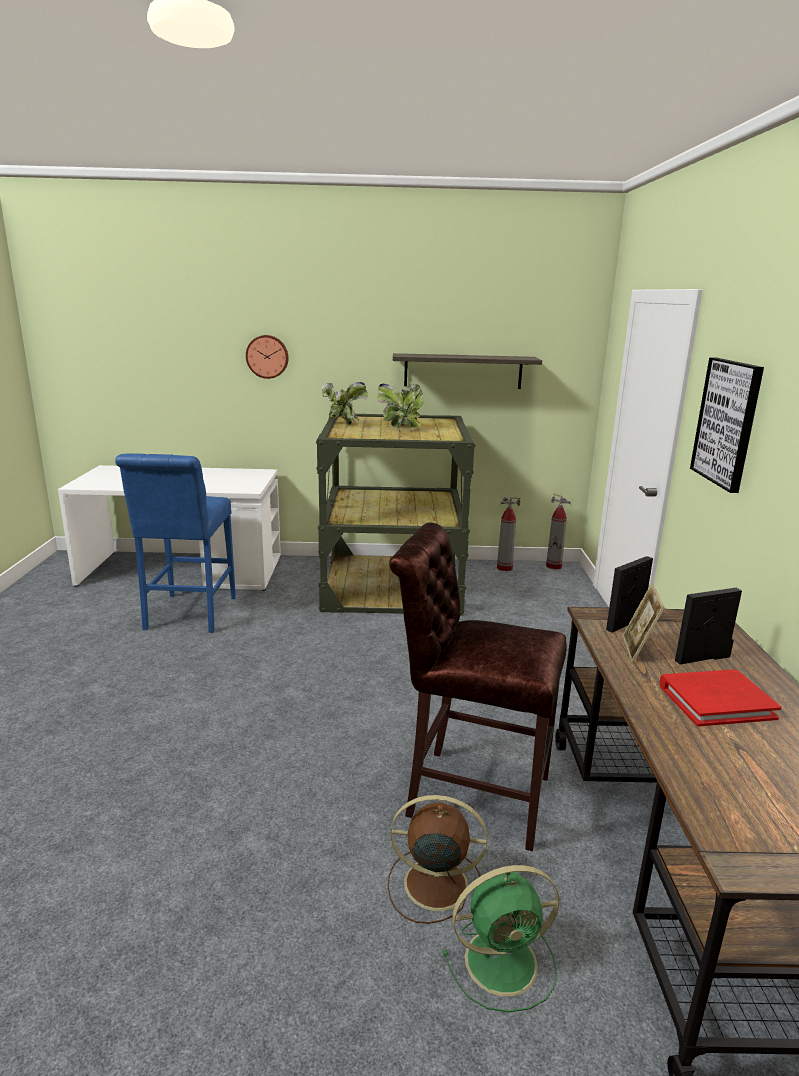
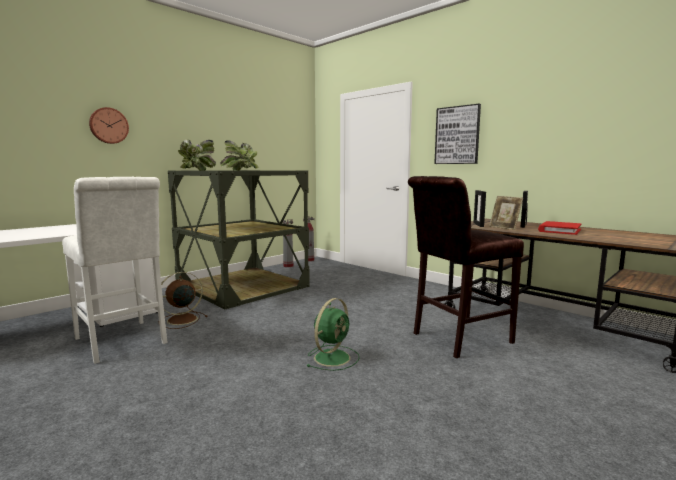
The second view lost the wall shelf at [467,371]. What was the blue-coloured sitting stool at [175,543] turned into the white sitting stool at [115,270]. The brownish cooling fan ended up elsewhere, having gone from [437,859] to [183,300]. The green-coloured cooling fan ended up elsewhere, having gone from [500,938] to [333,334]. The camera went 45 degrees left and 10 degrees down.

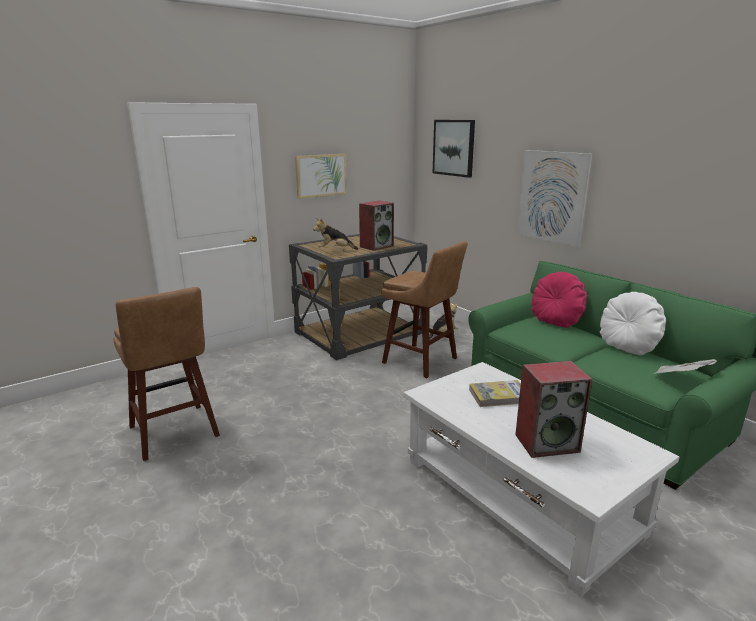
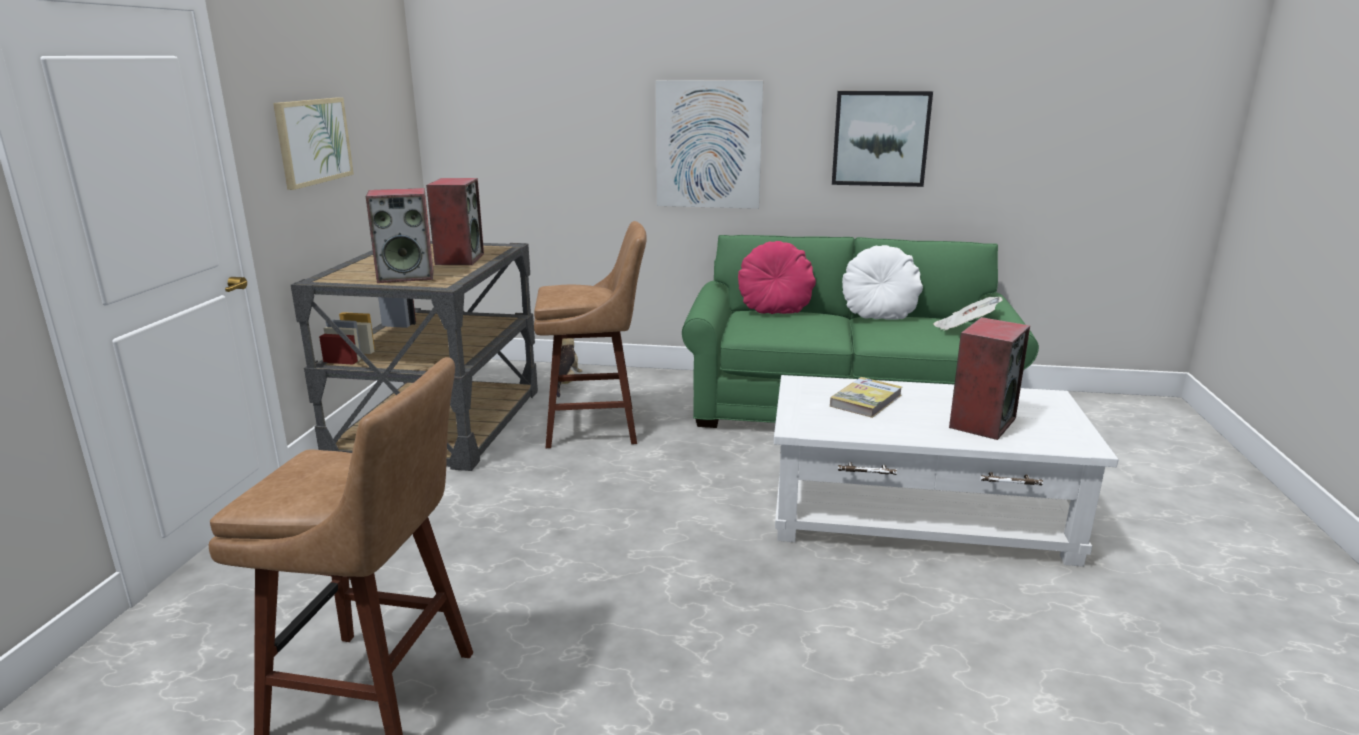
The wall picture ended up elsewhere, having gone from [454,149] to [882,139]. Where the cuddly toy stood at [335,234], the speaker came to stand at [399,235]. The camera went 45 degrees left and 0 degrees up.

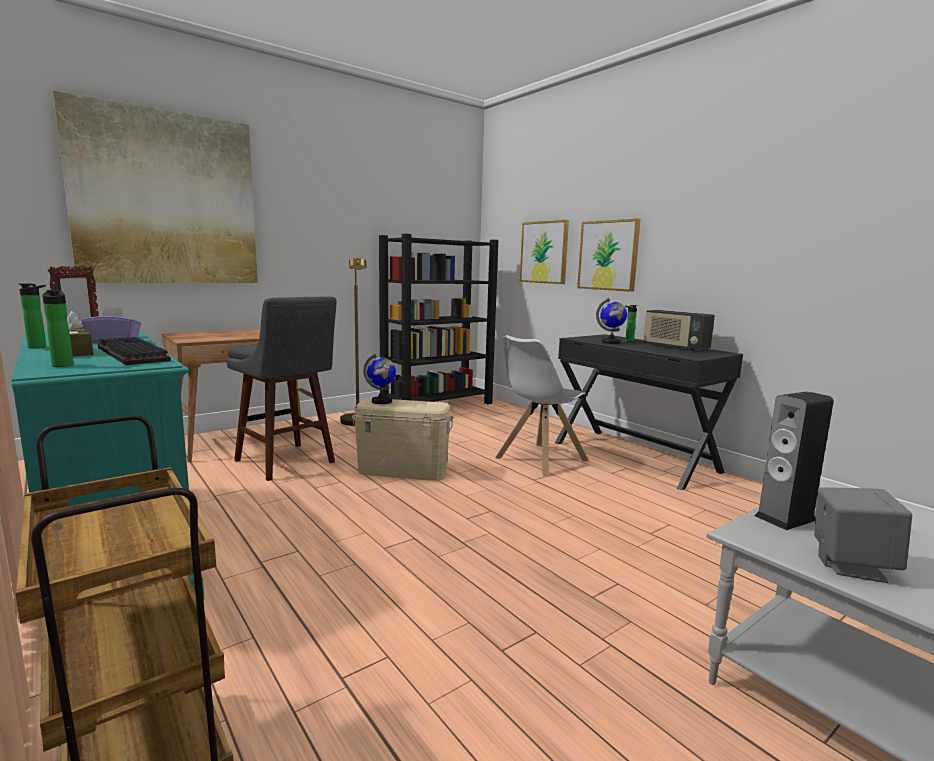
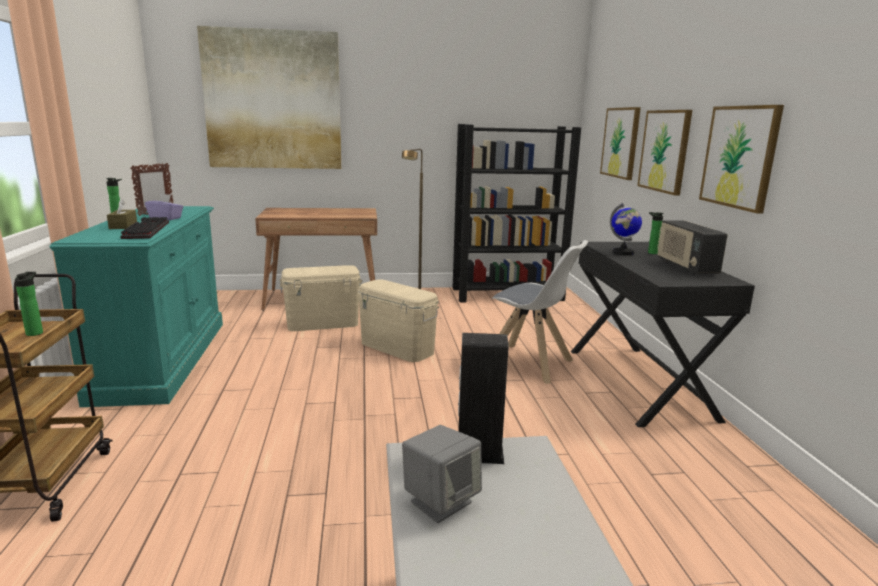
The bottle ended up elsewhere, having gone from [58,328] to [29,304]. Where the gray sitting stool stood at [281,388], the sand-coloured storage box came to stand at [321,298]. The plain chair at [542,406] ended up facing another way, 135 degrees counterclockwise from before. The second view lost the globe at [379,379]. The second view gained the wall picture at [741,159]. The camera went 30 degrees right and 5 degrees up.

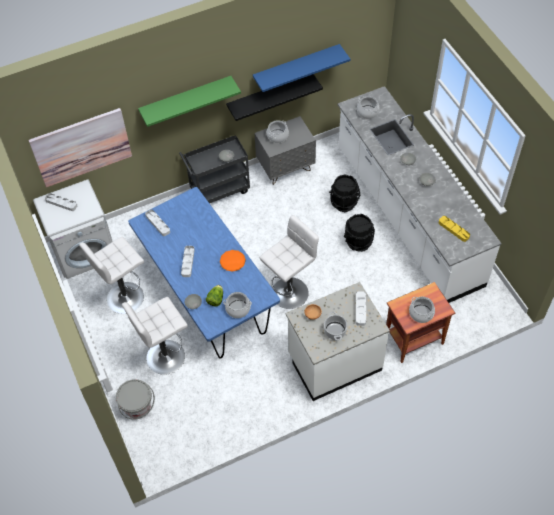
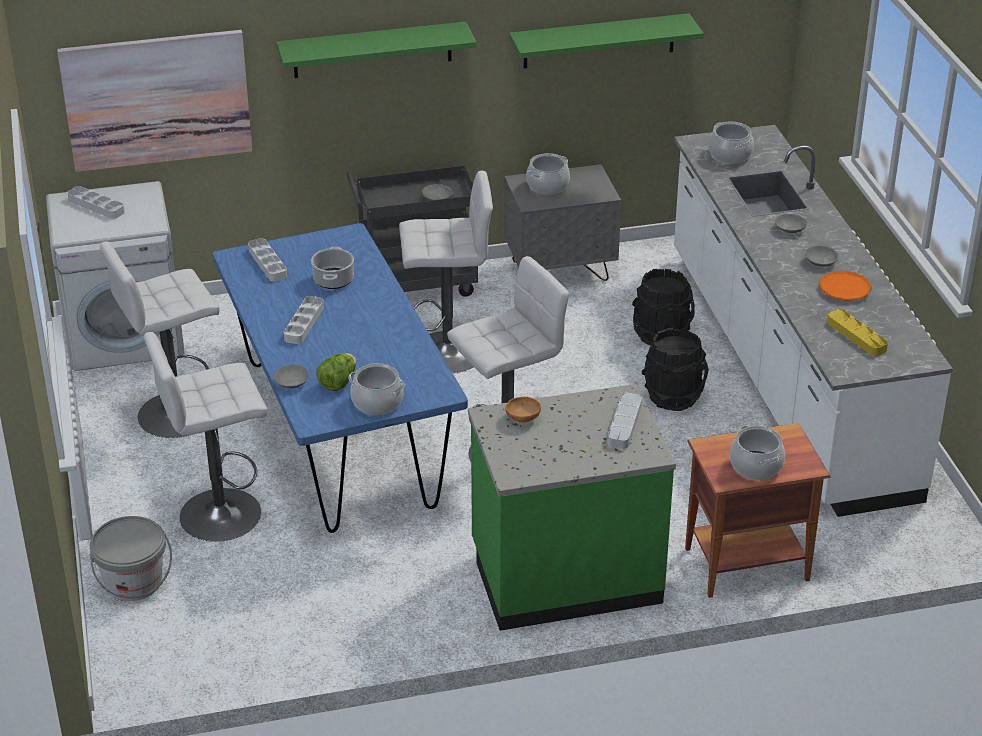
What was the blue-coloured wall shelf at [301,68] turned into the green-coloured wall shelf at [606,41]. The second view lost the blackish wall shelf at [274,97]. The orange flat dish ended up elsewhere, having gone from [233,260] to [845,286]. What was the white kitchen base unit at [338,341] turned into the green-coloured kitchen base unit at [572,507]. The saucepot ended up elsewhere, having gone from [335,326] to [332,267]. The second view gained the white sitting stool at [446,272]. The camera went 10 degrees right and 20 degrees down.

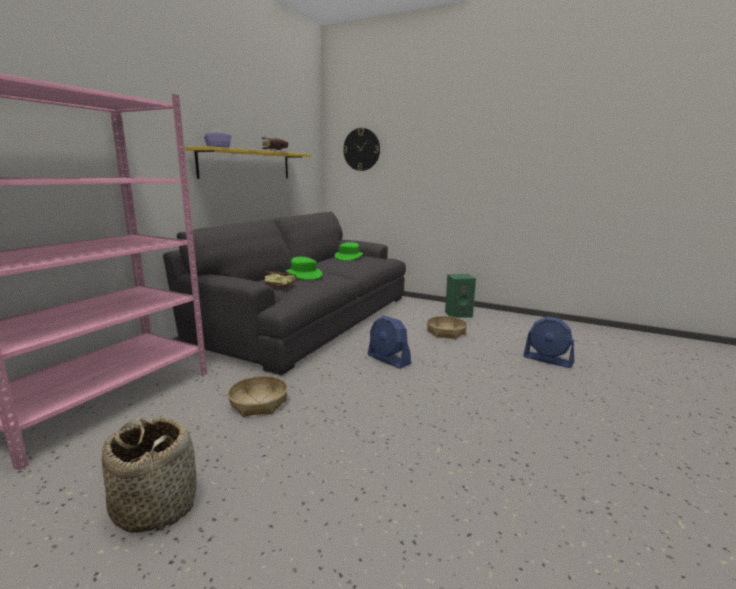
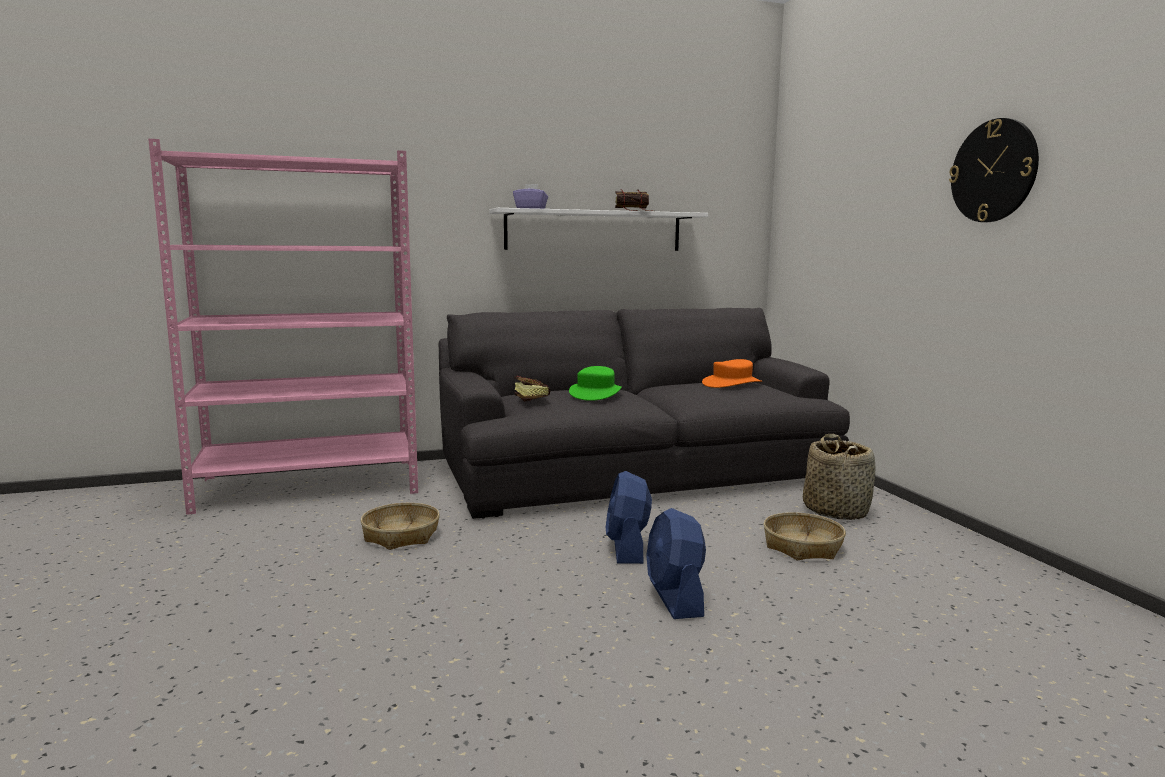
The hanging clock ended up elsewhere, having gone from [361,149] to [994,170]. What was the yellow wall shelf at [248,162] turned into the white wall shelf at [598,229]. What was the green-coloured clothing hat at [349,251] turned into the orange clothing hat at [732,373]. The second view lost the green-coloured speaker at [460,296]. The blue-coloured cooling fan ended up elsewhere, having gone from [548,342] to [676,563]. The storage basket ended up elsewhere, having gone from [149,475] to [839,477]. The camera went 45 degrees right and 5 degrees down.

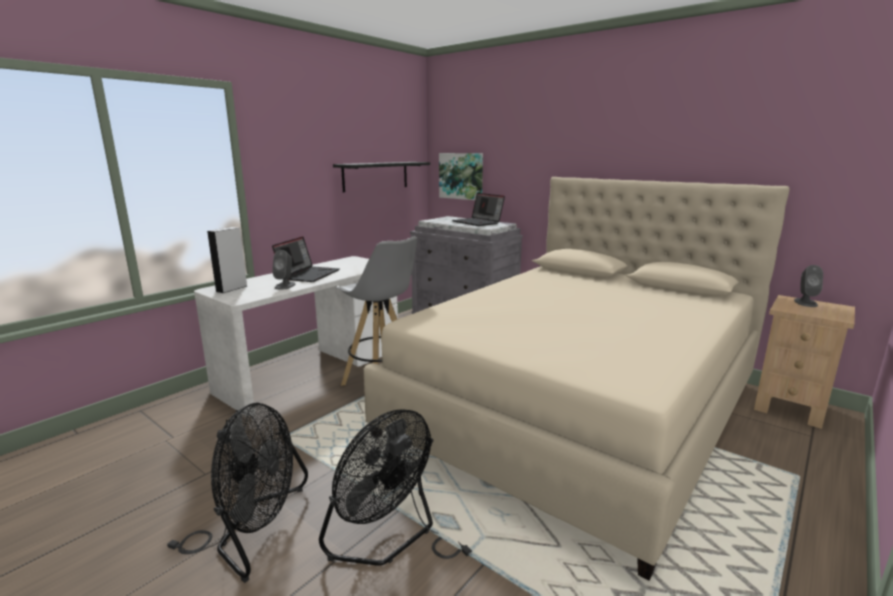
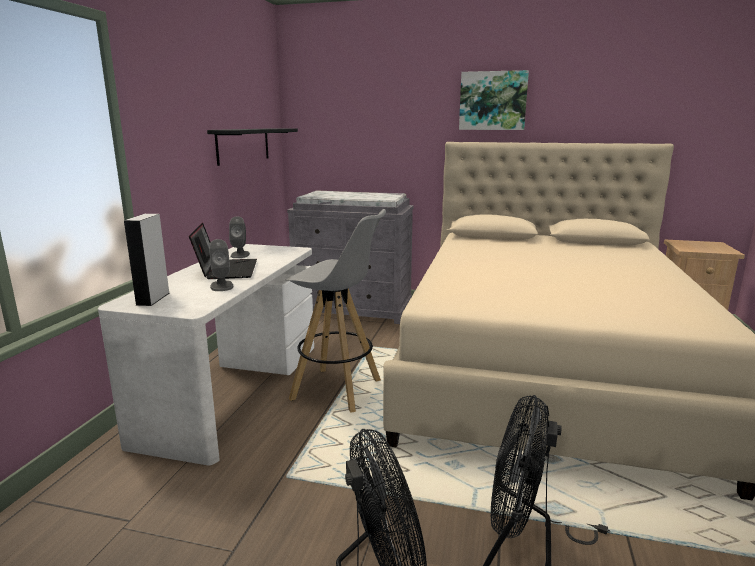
The wall picture ended up elsewhere, having gone from [461,176] to [494,100]. The second view lost the portable computer at [478,209]. The gray speaker ended up elsewhere, having gone from [808,286] to [239,237]. The camera went 25 degrees left and 0 degrees up.

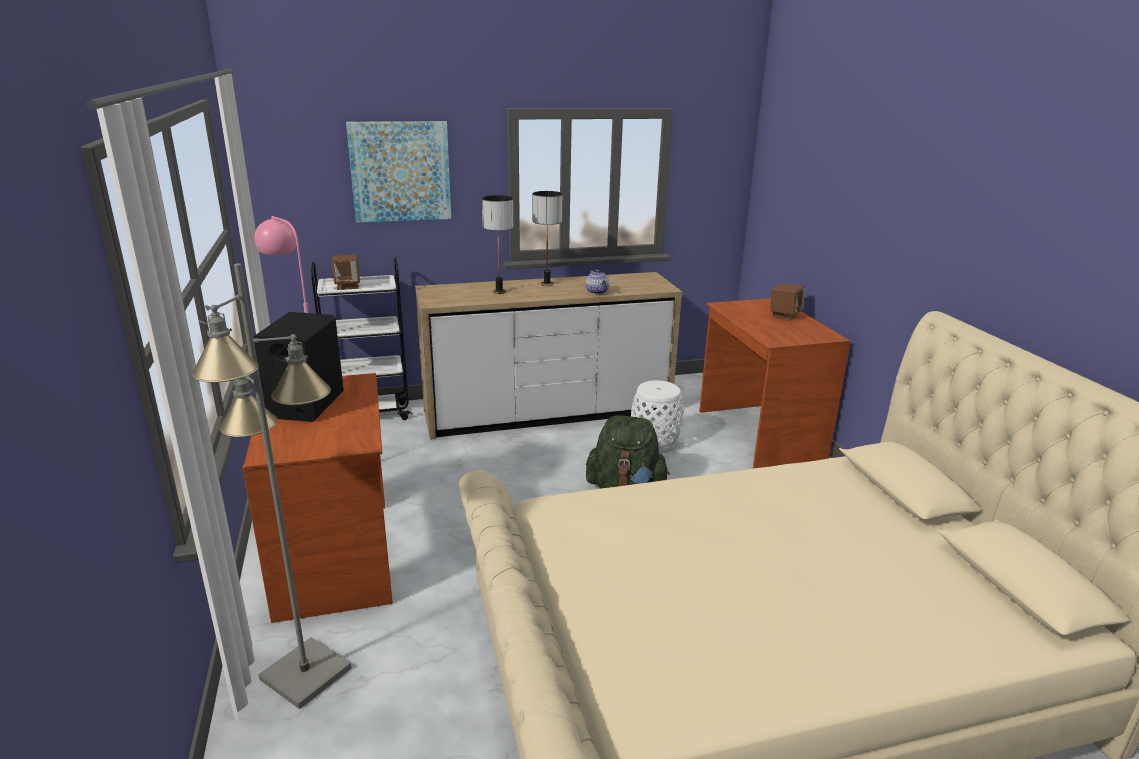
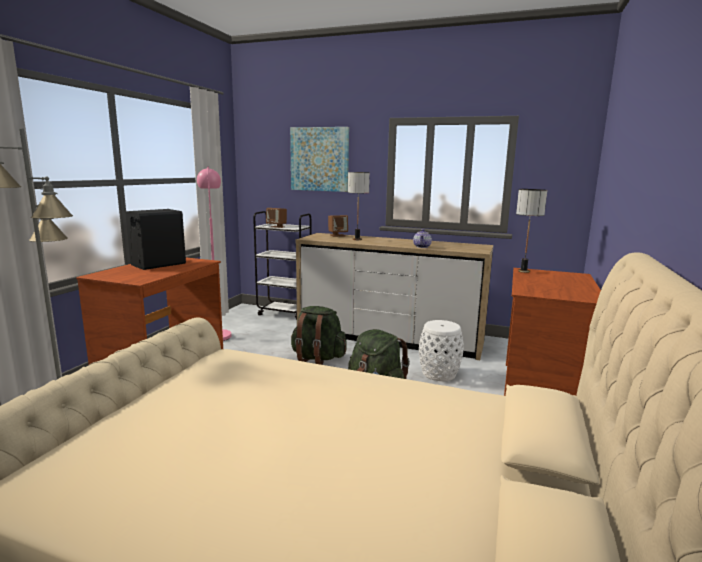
The tabletop lamp ended up elsewhere, having gone from [548,238] to [531,231]. The brownish speaker ended up elsewhere, having gone from [787,302] to [338,226]. The second view gained the green-coloured backpack at [319,335]. The camera went 35 degrees right and 10 degrees down.

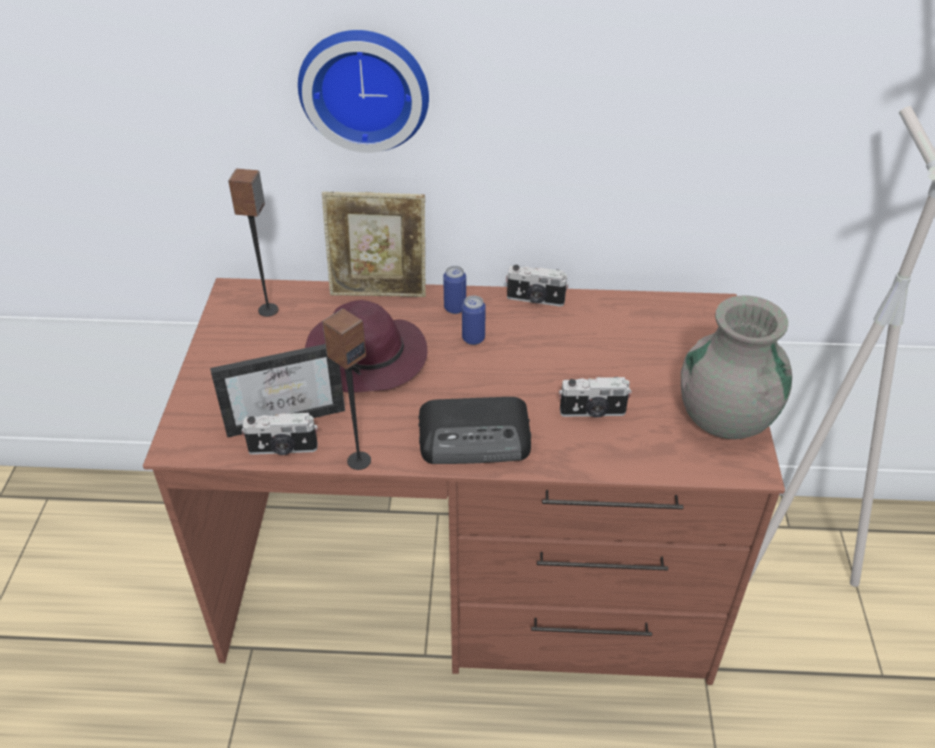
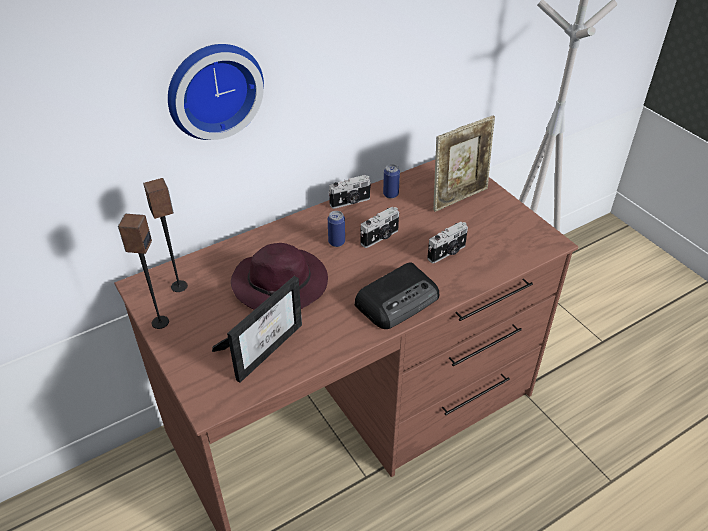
The picture frame ended up elsewhere, having gone from [374,244] to [464,164]. The metal can ended up elsewhere, having gone from [454,290] to [391,181]. The second view lost the gray flower vase at [736,367]. The speaker ended up elsewhere, having gone from [346,389] to [143,271]. The photo camera ended up elsewhere, having gone from [280,433] to [379,227]. The camera went 35 degrees left and 0 degrees up.

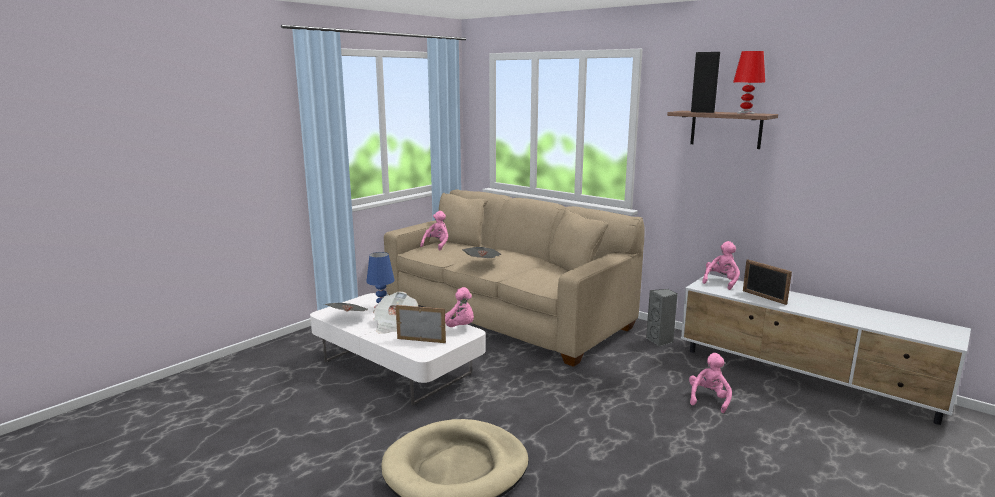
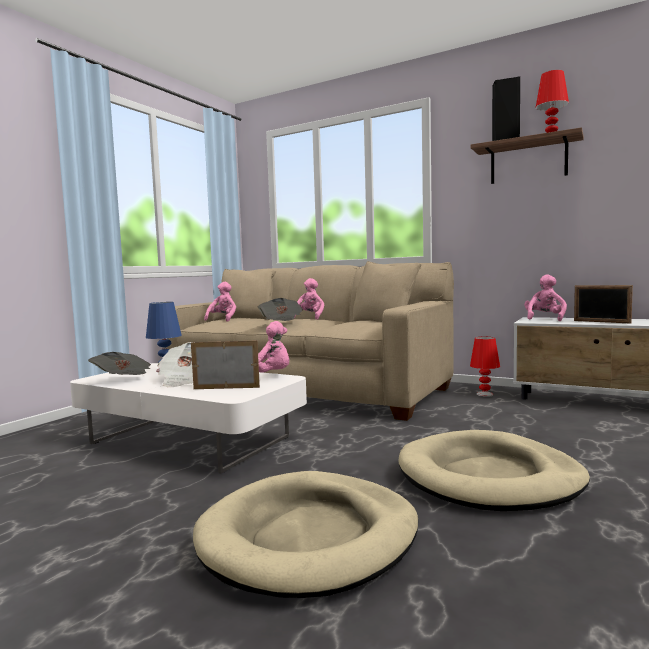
Where the gray speaker stood at [662,318], the red tabletop lamp came to stand at [485,367]. The pink cuddly toy ended up elsewhere, having gone from [710,383] to [309,299]. The second view gained the sand-coloured dog bed at [494,470]. The camera went 10 degrees left and 10 degrees down.

